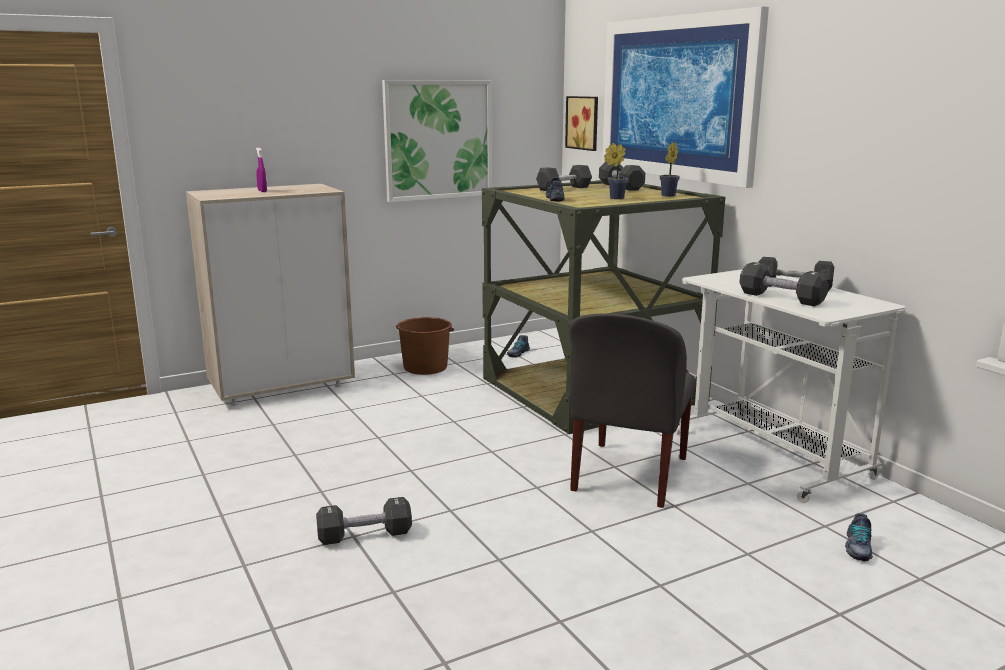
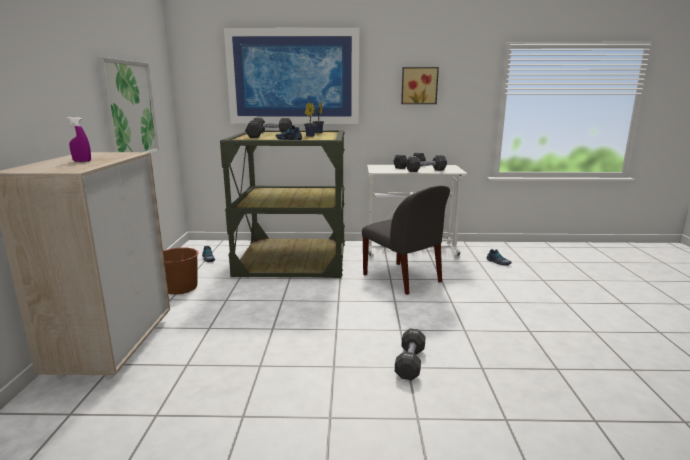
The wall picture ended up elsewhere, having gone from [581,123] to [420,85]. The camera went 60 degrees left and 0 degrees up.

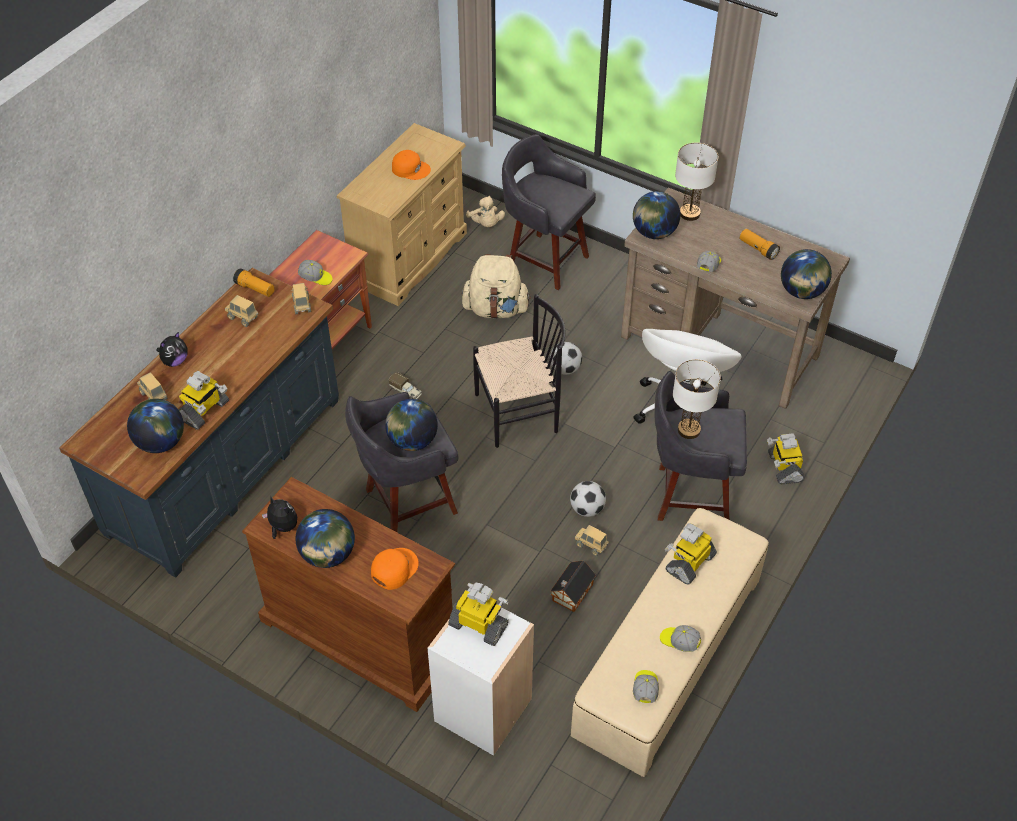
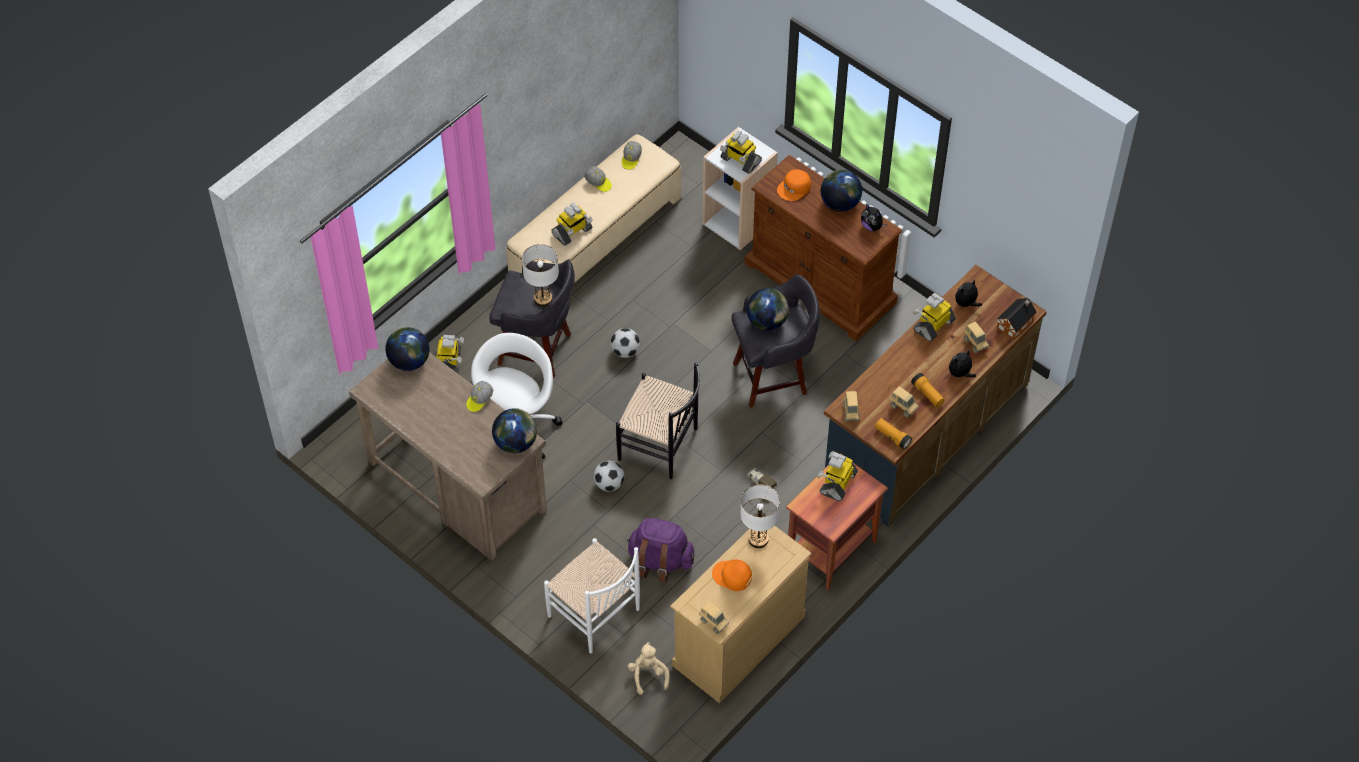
Where the gray sitting stool stood at [549,212], the white plain chair came to stand at [592,595]. The tabletop lamp ended up elsewhere, having gone from [696,182] to [760,516]. The flashlight ended up elsewhere, having gone from [760,244] to [927,390]. What was the sand-coloured backpack at [496,286] turned into the purple backpack at [660,550]. Where the cap stood at [315,272], the model robot came to stand at [837,476]. The blackish plain chair at [519,371] ended up facing another way, 150 degrees counterclockwise from before. Where the globe stood at [155,425], the cuddly toy came to stand at [968,293]. The toy truck ended up elsewhere, having gone from [592,540] to [714,617]. The model house ended up elsewhere, having gone from [573,586] to [1016,319]. The camera went 170 degrees left and 5 degrees up.

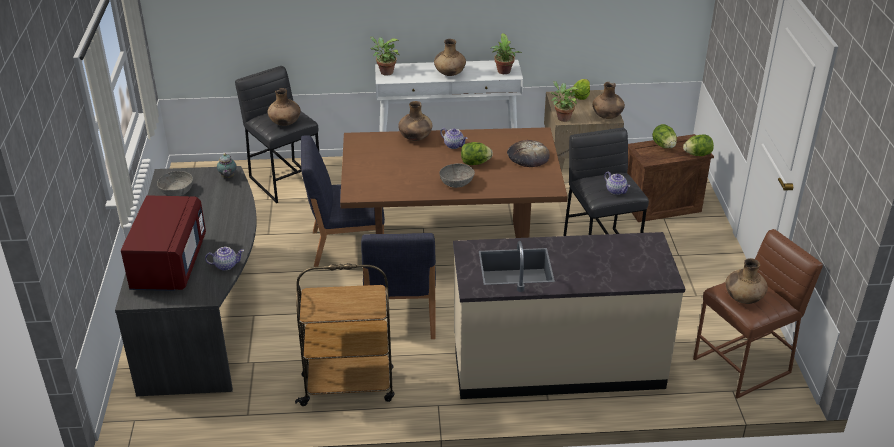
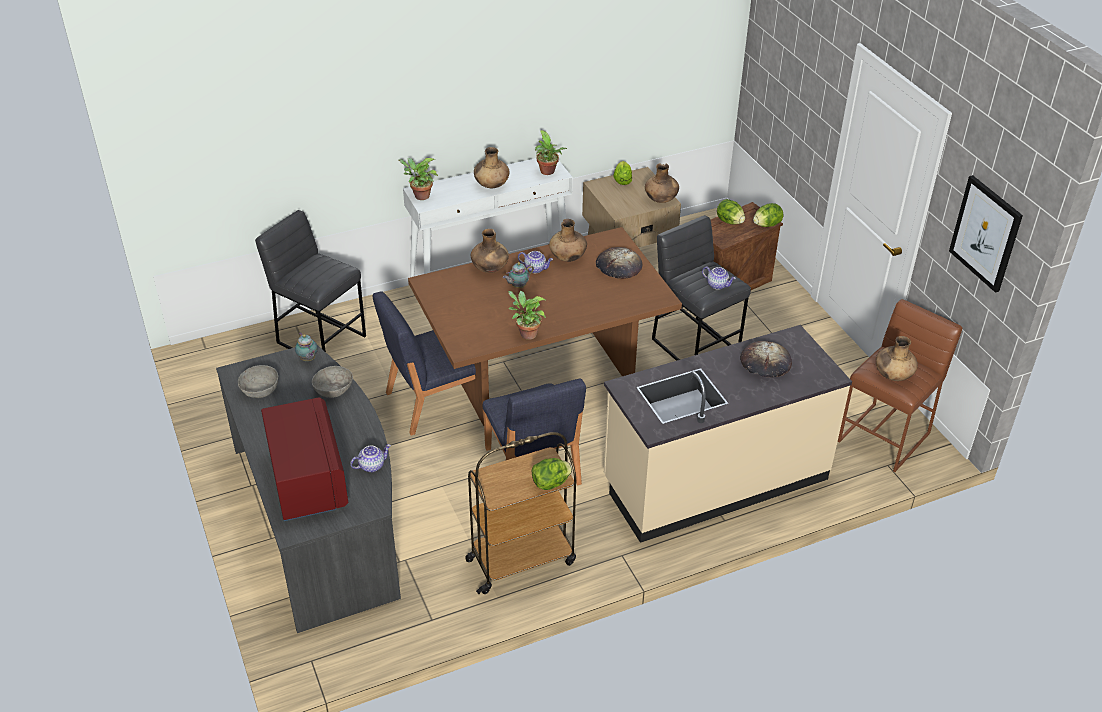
The plant in a pot ended up elsewhere, having gone from [565,101] to [527,315]. The brownish flower vase ended up elsewhere, having gone from [284,107] to [568,240]. The lettuce ended up elsewhere, having gone from [477,153] to [552,474]. The gray bowl ended up elsewhere, having gone from [457,175] to [332,382]. The second view gained the wall picture at [986,234]. The second view gained the tea pot at [518,275]. The second view gained the bread at [766,359]. The camera went 20 degrees left and 5 degrees up.

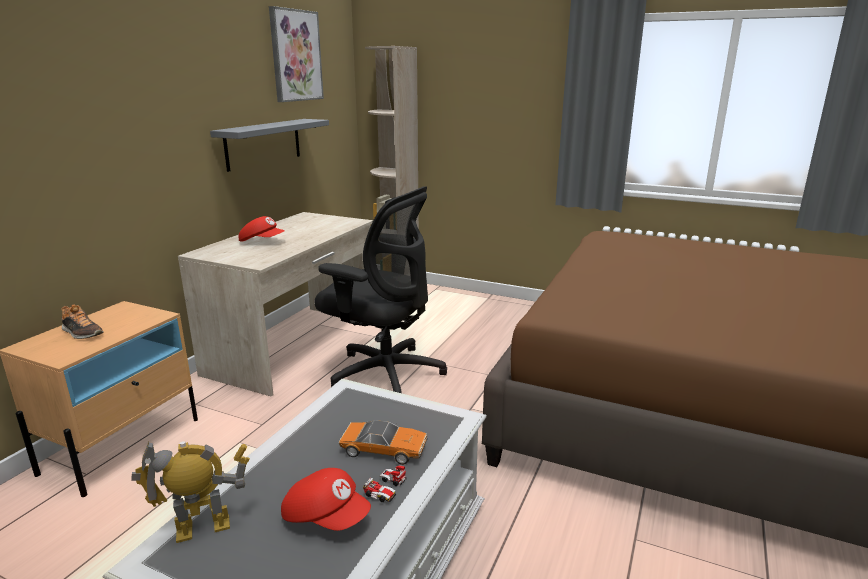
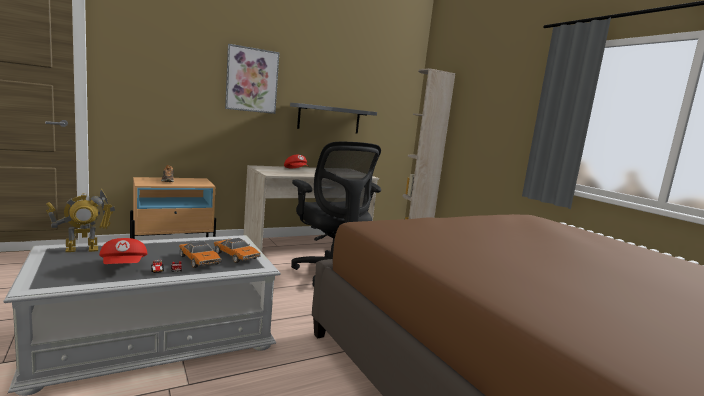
The wall picture ended up elsewhere, having gone from [296,54] to [252,79]. The model robot at [190,492] ended up facing another way, 135 degrees clockwise from before. The second view gained the miniature car at [237,250]. The camera went 35 degrees right and 10 degrees down.

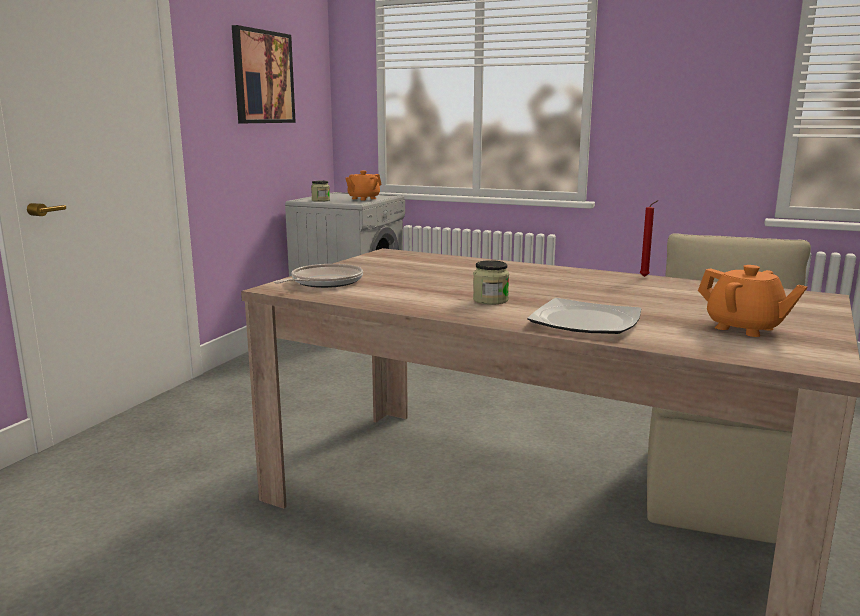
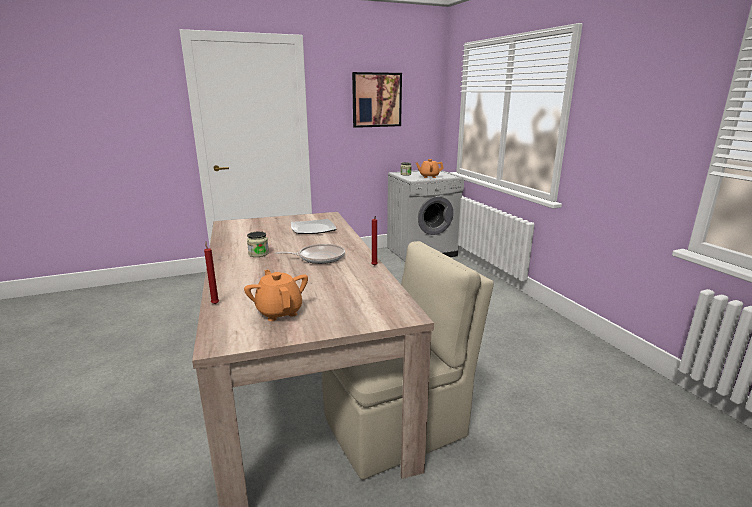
The skillet ended up elsewhere, having gone from [318,276] to [310,254]. The orange tea pot at [752,301] ended up facing another way, 150 degrees clockwise from before. The flat dish ended up elsewhere, having gone from [584,316] to [313,226]. The second view gained the red candle at [211,272]. The camera went 45 degrees right and 5 degrees up.

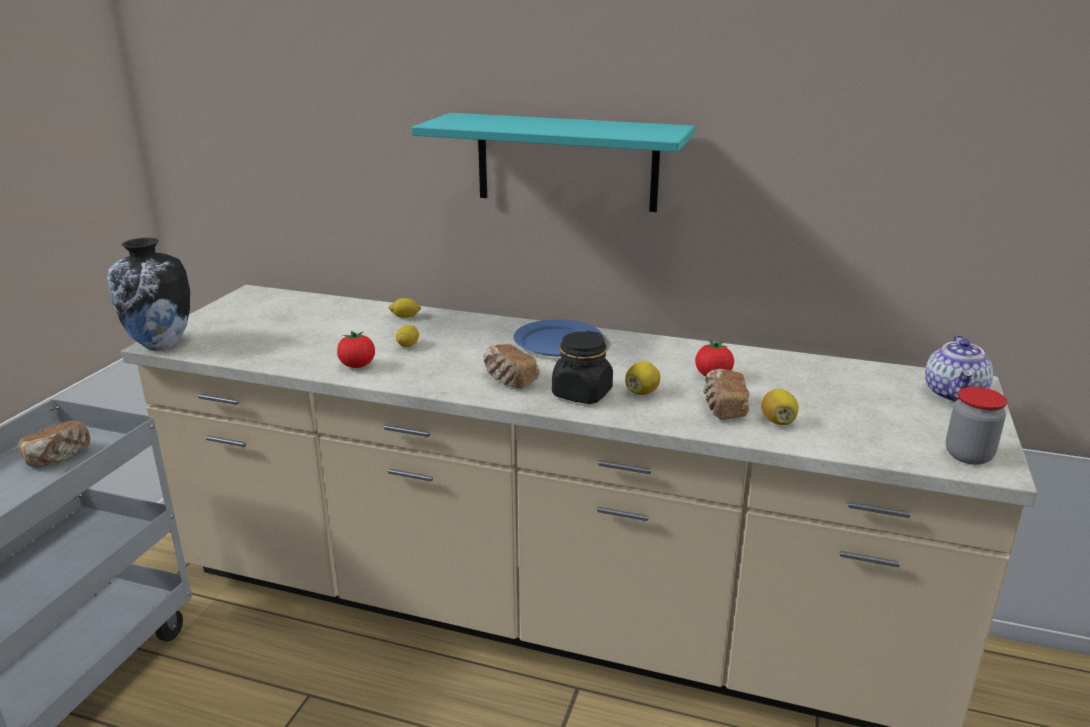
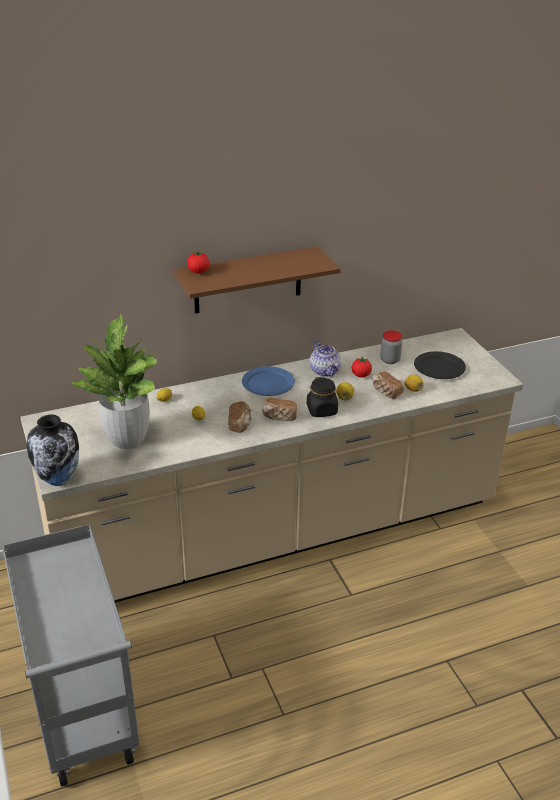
What was the turquoise-coloured wall shelf at [553,162] turned into the brownish wall shelf at [257,280]. The whole tomato ended up elsewhere, having gone from [356,349] to [198,261]. The tea pot ended up elsewhere, having gone from [959,368] to [325,359]. The preserve jar ended up elsewhere, having gone from [977,426] to [391,347]. The bread ended up elsewhere, having gone from [54,444] to [240,417]. The second view gained the plant in a pot at [114,381]. The second view gained the blackish flat dish at [440,365]. The camera went 40 degrees left and 10 degrees up.

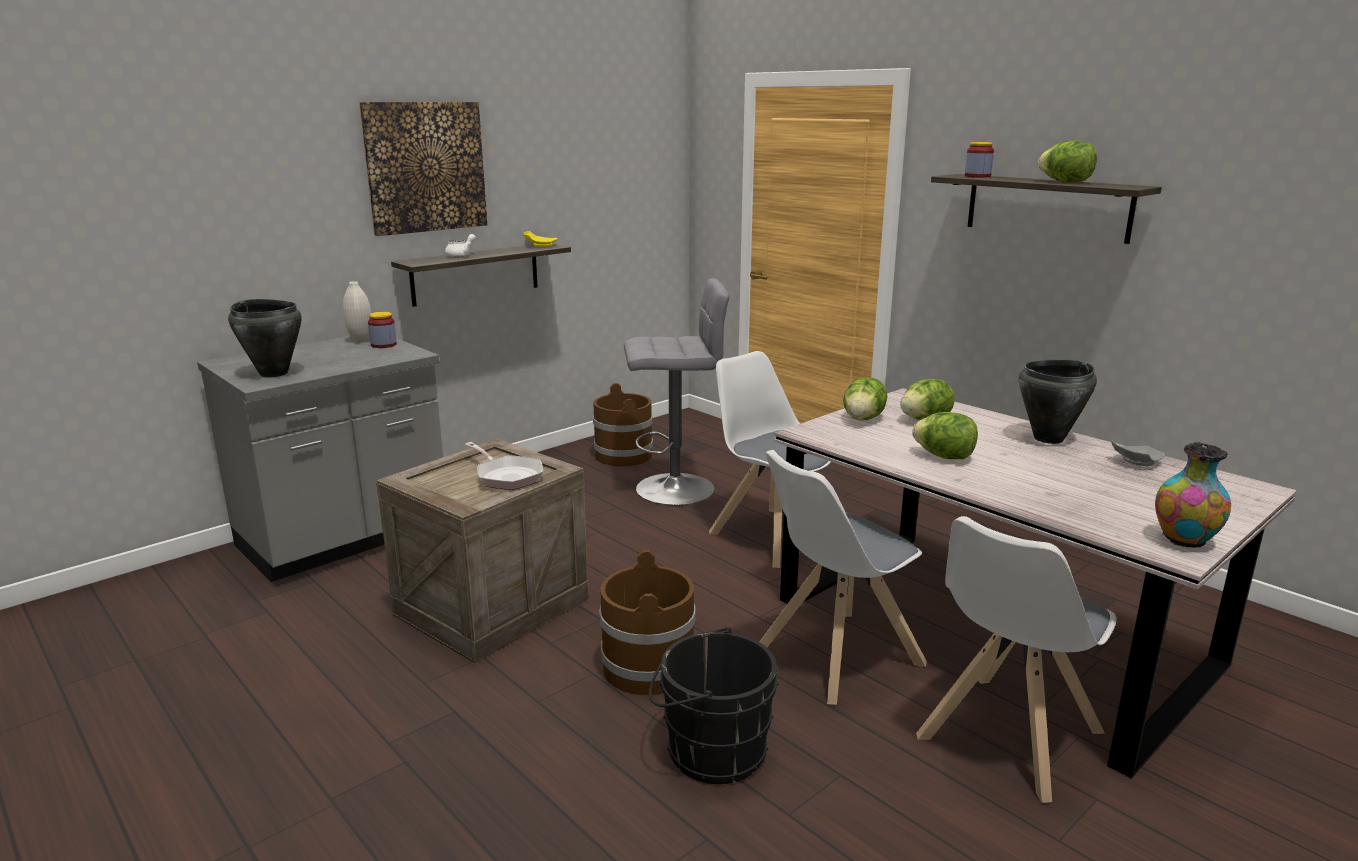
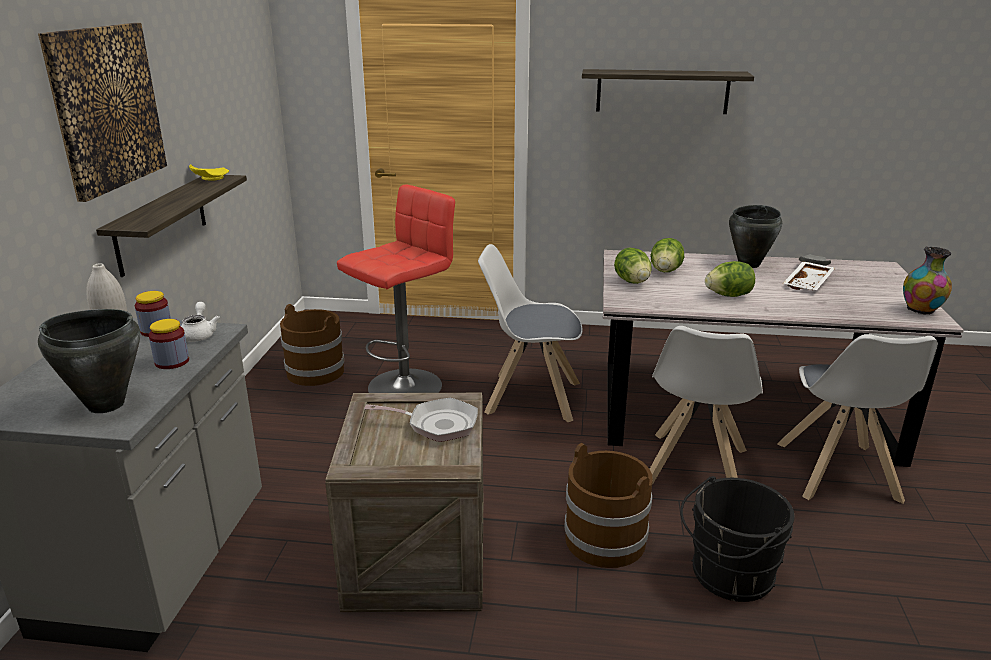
The second view lost the lettuce at [1067,161]. The preserve jar ended up elsewhere, having gone from [979,159] to [169,344]. The white tea pot ended up elsewhere, having gone from [460,245] to [200,322]. What was the gray sitting stool at [677,391] turned into the red sitting stool at [396,289]. The second view gained the white tray at [809,275]. The camera went 40 degrees left and 5 degrees up.

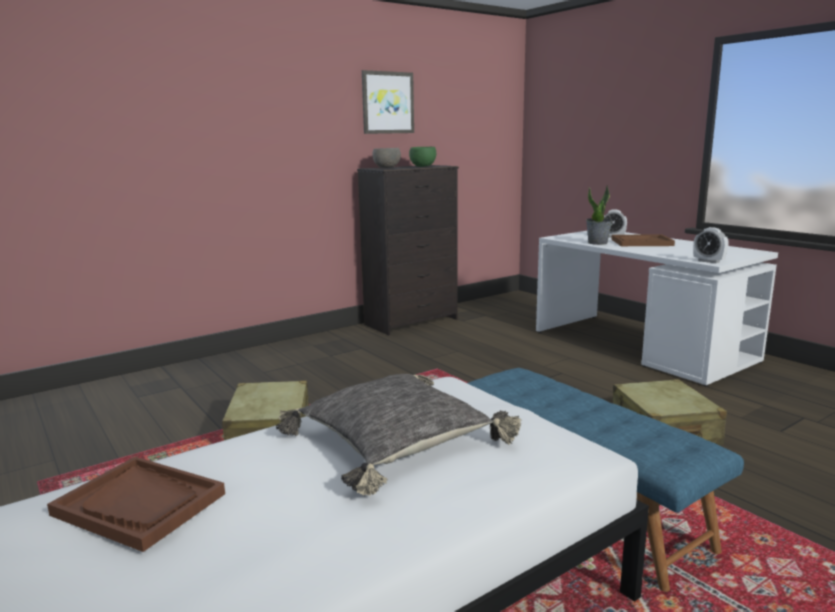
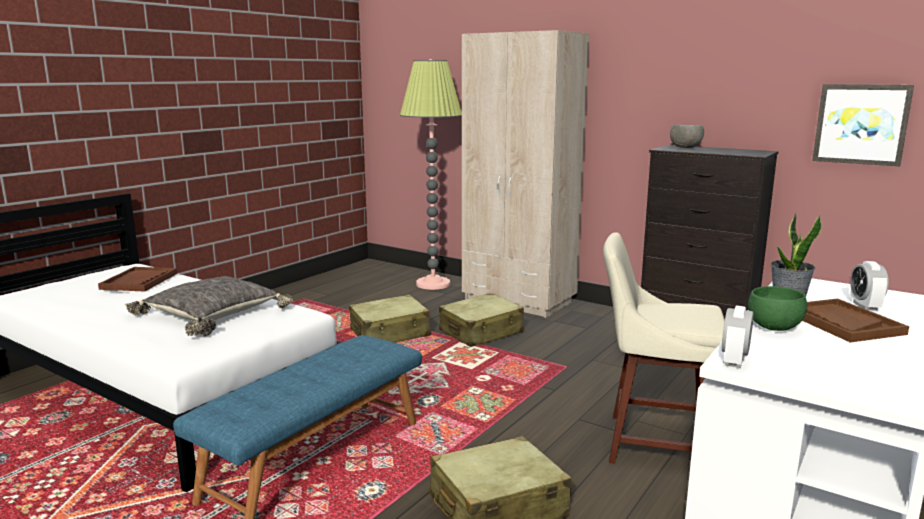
The wall picture ended up elsewhere, having gone from [388,102] to [863,125]. The green-coloured bowl ended up elsewhere, having gone from [422,157] to [777,308]. The second view gained the sand-coloured armoire at [525,174]. The second view gained the floor lamp at [431,174]. The second view gained the sand-coloured sitting stool at [664,348]. The second view gained the sand-coloured piece of luggage at [481,320]. The camera went 70 degrees right and 0 degrees up.

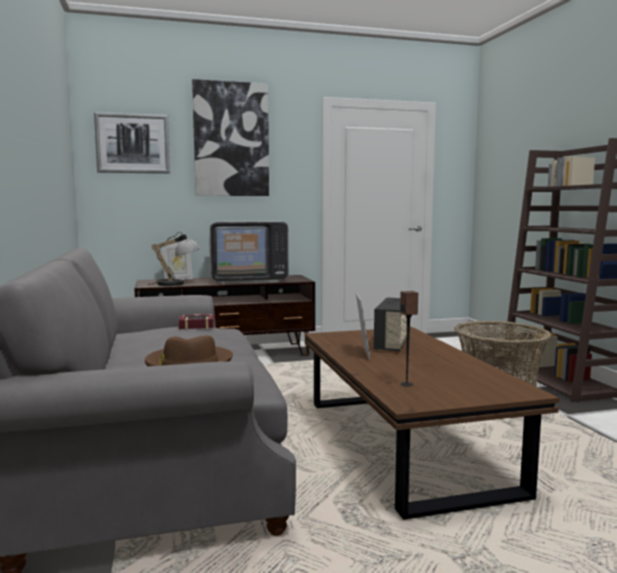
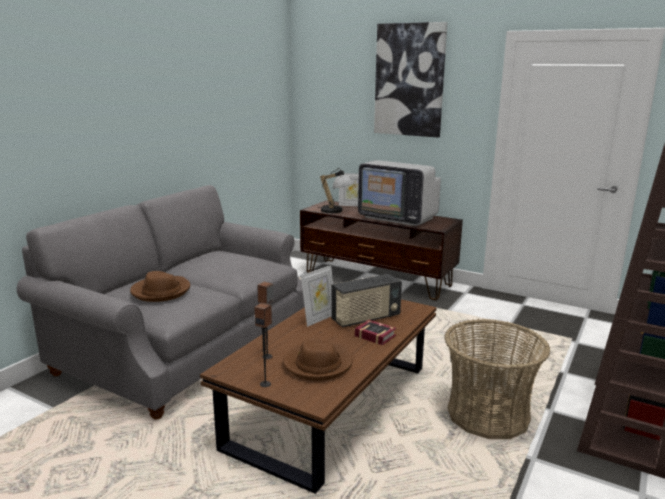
The second view lost the wall picture at [132,143]. The volume ended up elsewhere, having gone from [196,321] to [375,332]. The second view gained the speaker at [263,345]. The second view gained the brownish clothing hat at [318,359]. The camera went 45 degrees right and 10 degrees up.

